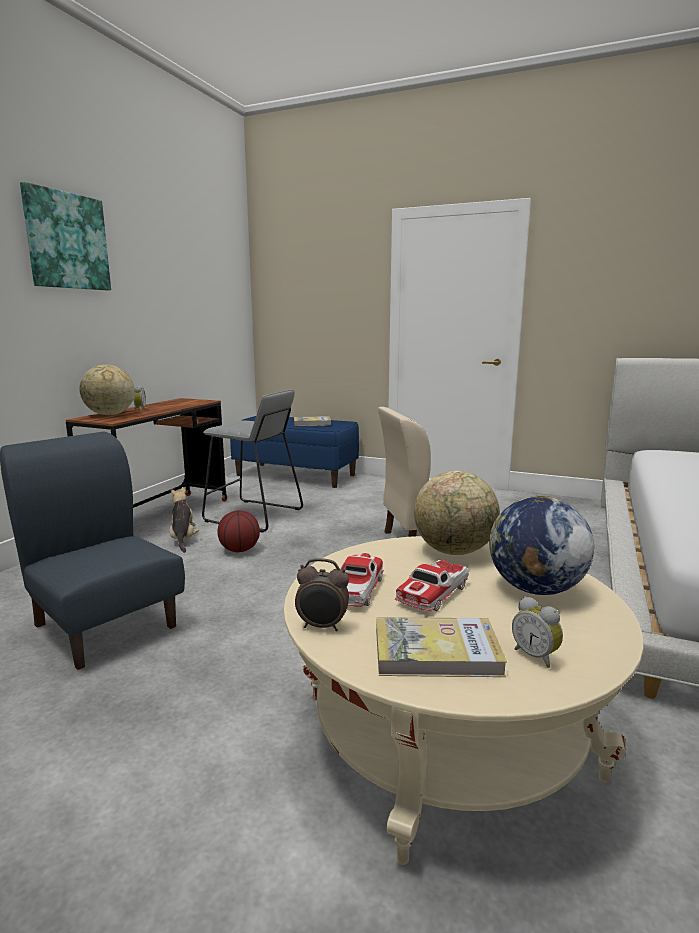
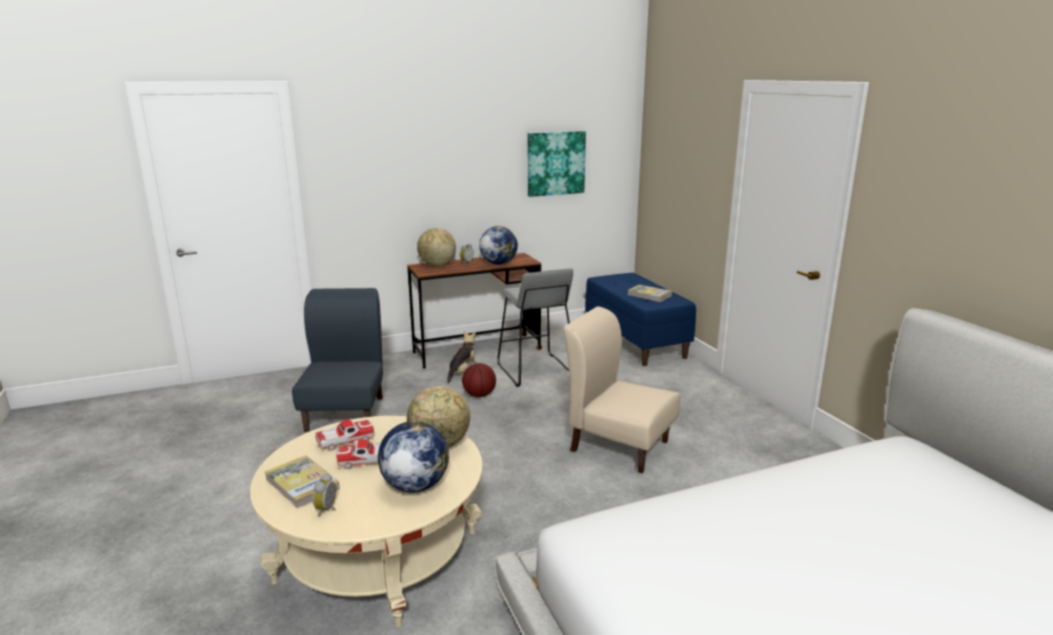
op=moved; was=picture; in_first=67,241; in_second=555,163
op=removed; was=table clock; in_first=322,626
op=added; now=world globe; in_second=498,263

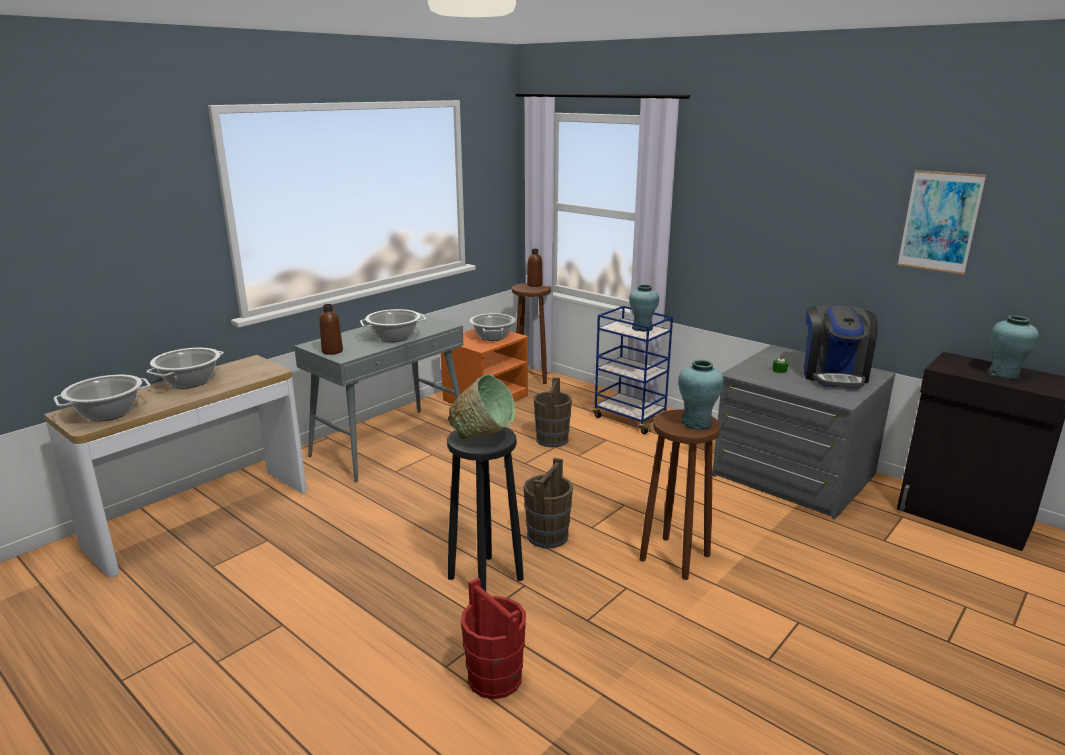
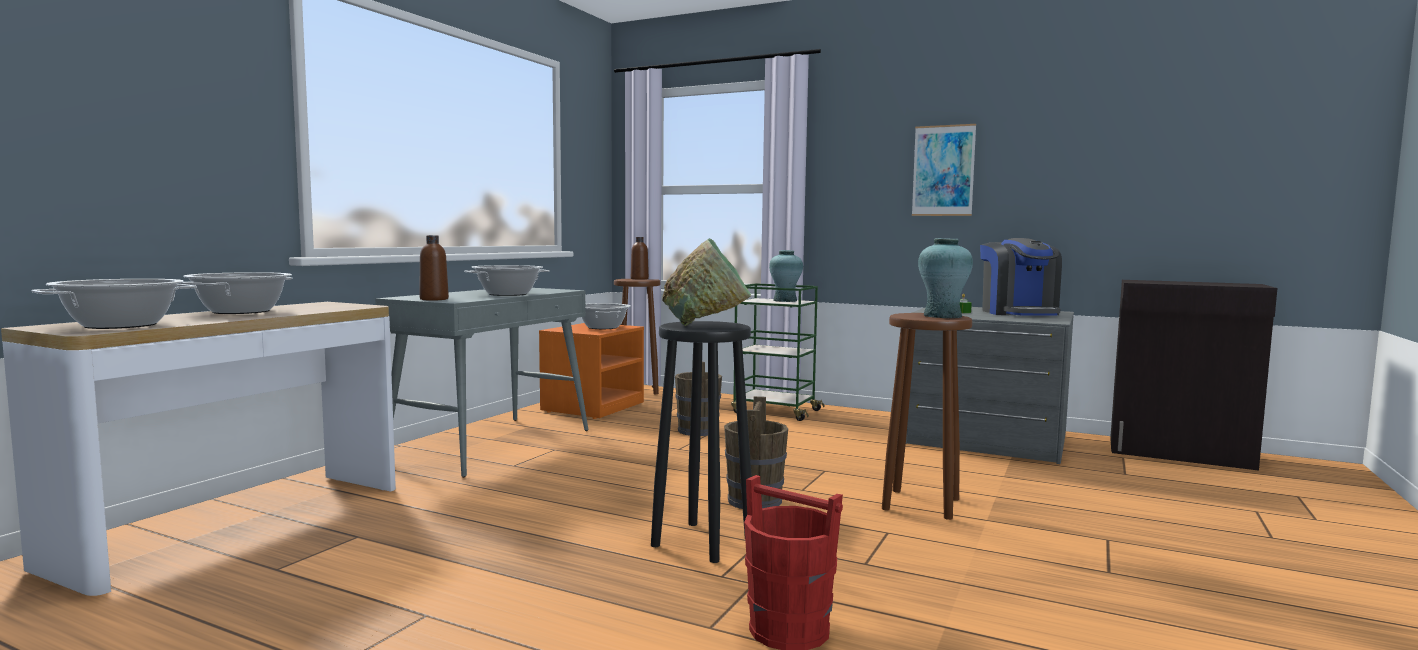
op=moved; was=picture; in_first=940,221; in_second=943,170
op=recoloured; was=blue-coloured trolley; now=green trolley; in_first=630,418; in_second=775,411
op=removed; was=turquoise-coloured vase; in_first=1003,374

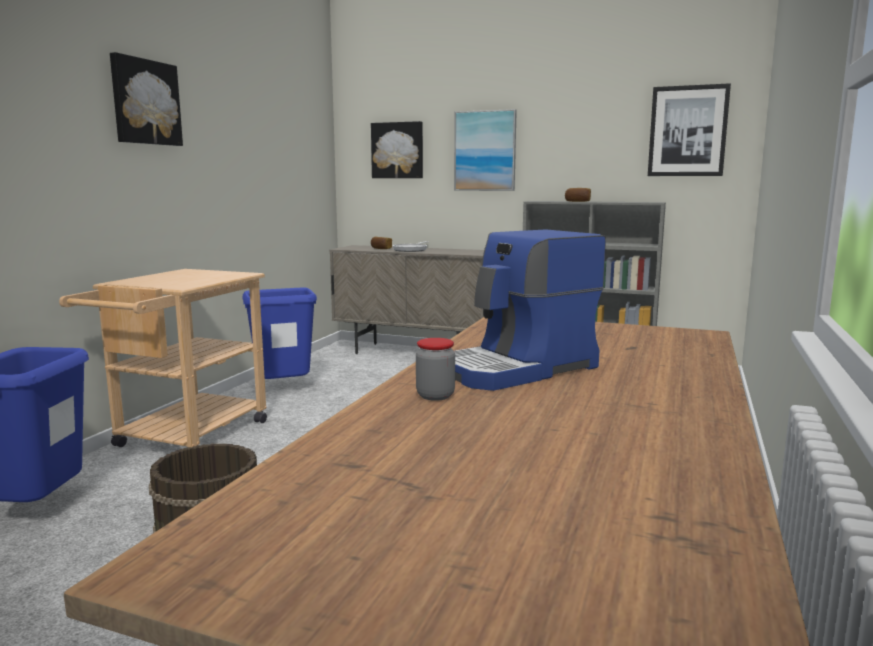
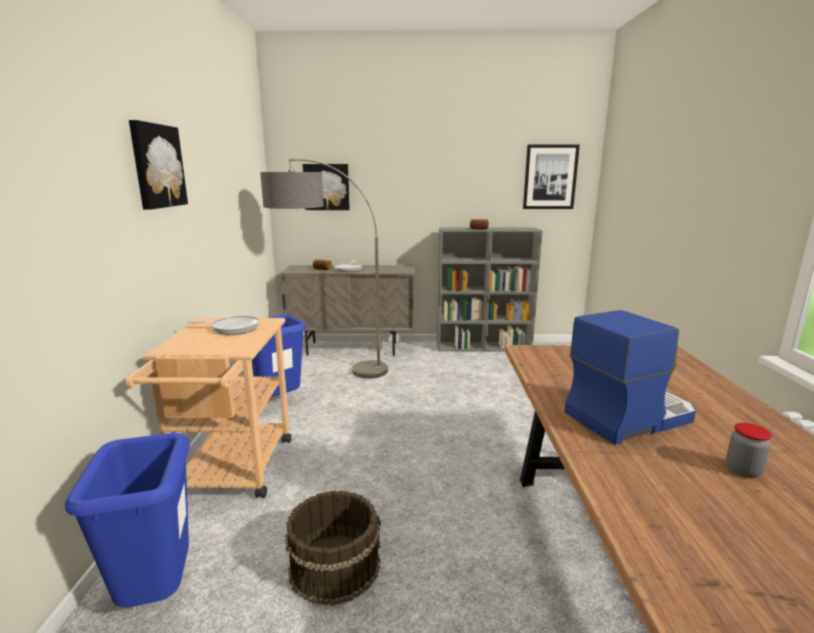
op=removed; was=picture; in_first=485,151
op=turned; was=coffee brewer; in_first=519,369; in_second=628,416; clockwise=-150
op=moved; was=storage jar; in_first=435,396; in_second=743,470
op=added; now=standard lamp; in_second=326,371
op=added; now=pan; in_second=232,328

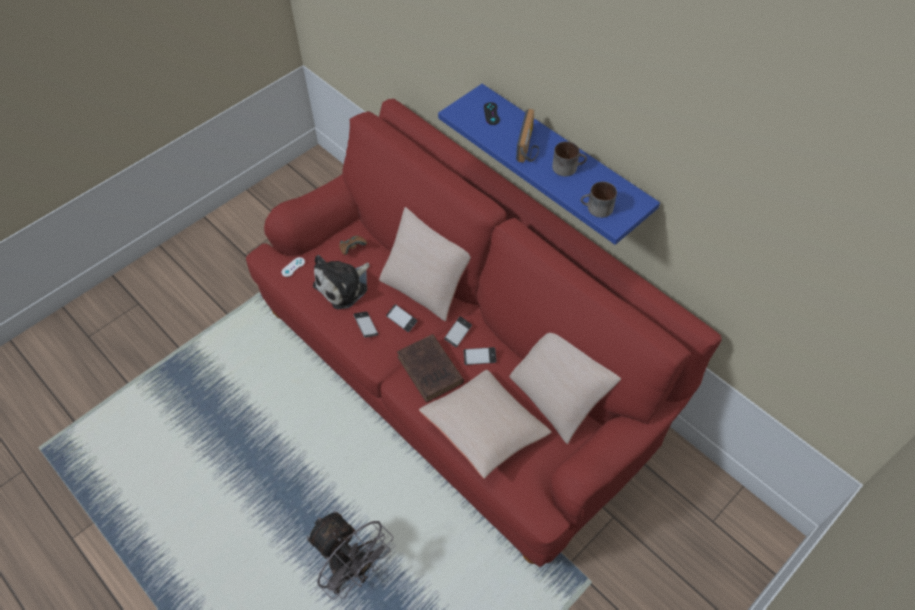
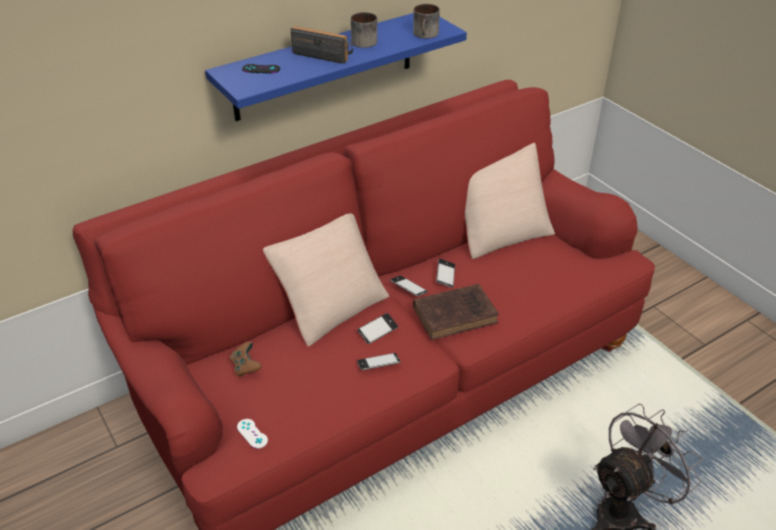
op=removed; was=soft toy; in_first=344,286
op=removed; was=beige pillow; in_first=485,430

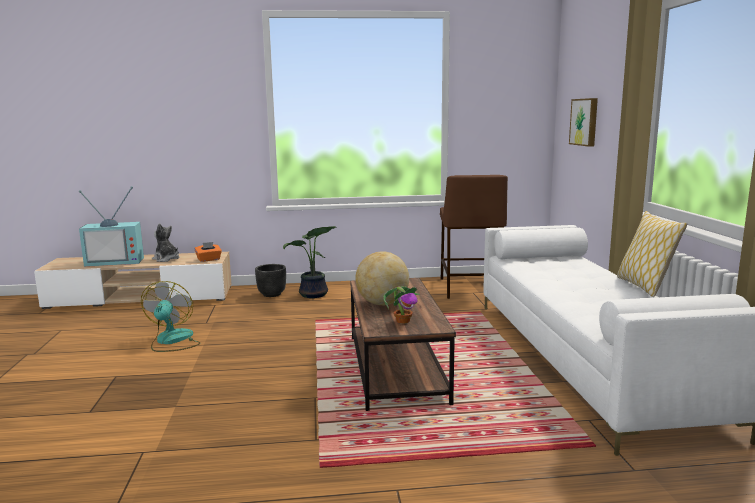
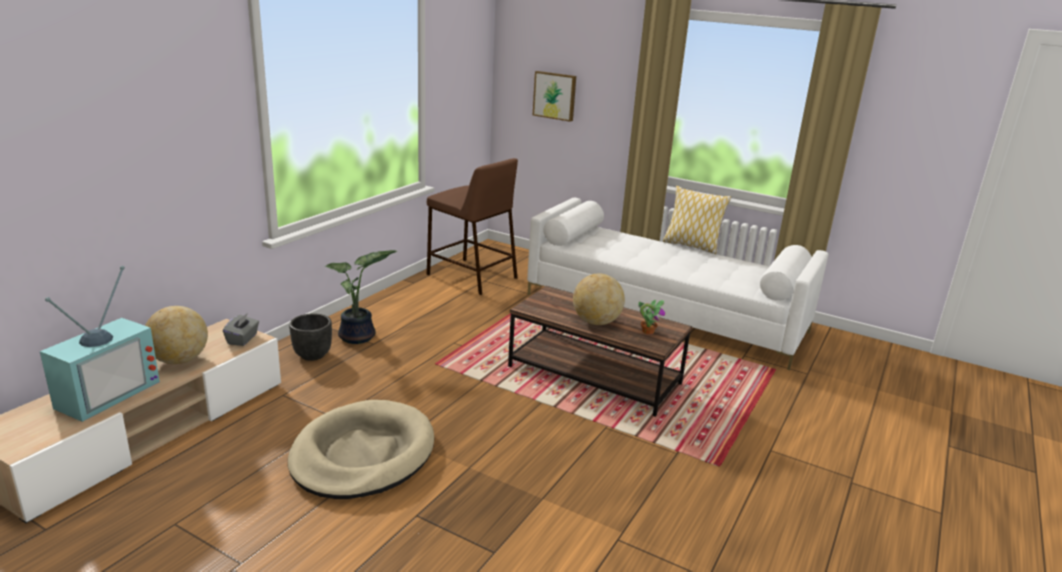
op=replaced; was=soft toy; now=world globe; in_first=166,259; in_second=179,360
op=recoloured; was=orange tissue holder; now=gray tissue holder; in_first=209,259; in_second=243,339
op=replaced; was=cooling fan; now=beige pet bed; in_first=172,341; in_second=362,454

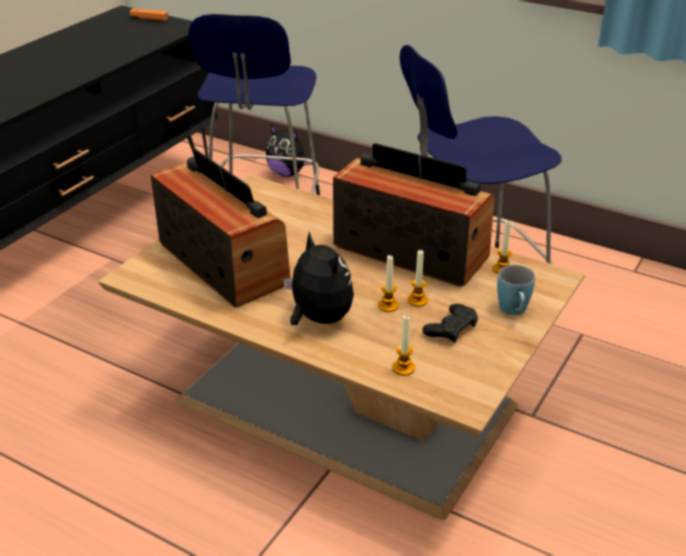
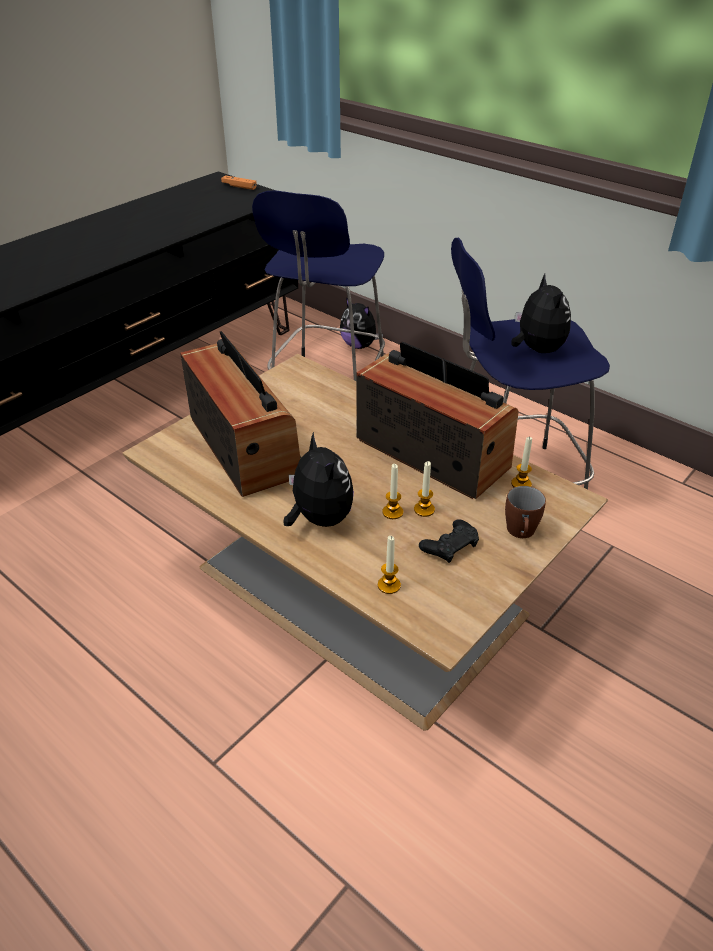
op=recoloured; was=blue-coloured mug; now=brown-coloured mug; in_first=514,311; in_second=521,534
op=added; now=soft toy; in_second=536,349

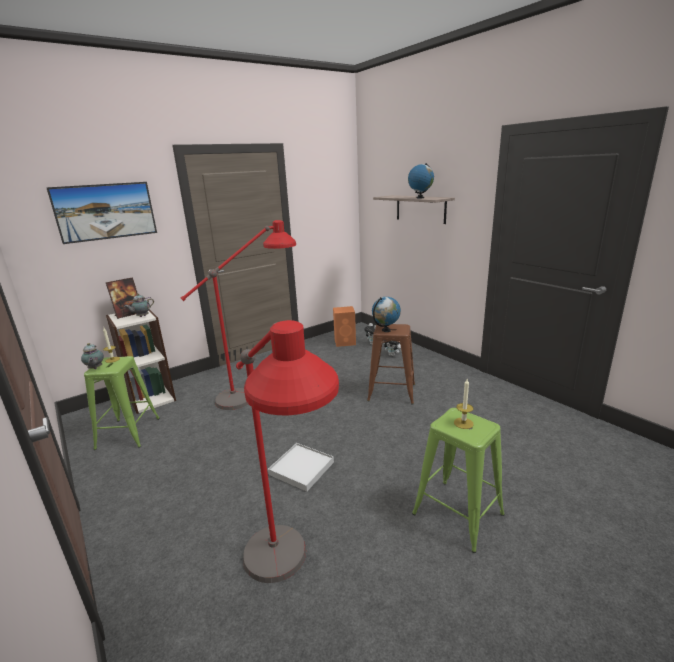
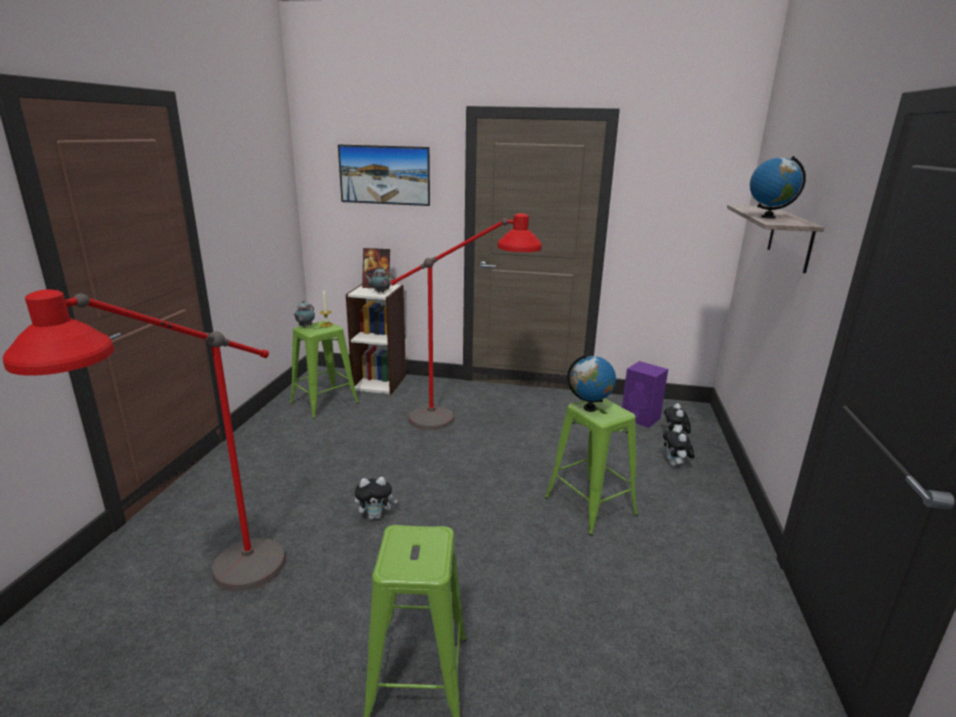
op=recoloured; was=orange loudspeaker; now=purple-coloured loudspeaker; in_first=345,342; in_second=641,418
op=recoloured; was=brown-coloured stool; now=green stool; in_first=391,392; in_second=589,505
op=removed; was=candle; in_first=463,423
op=replaced; was=whitish tray; now=soft toy; in_first=301,468; in_second=376,516

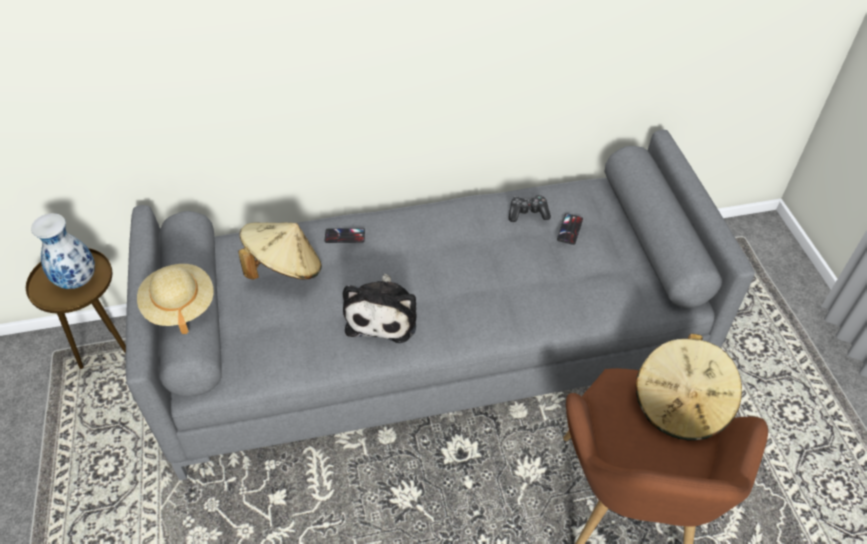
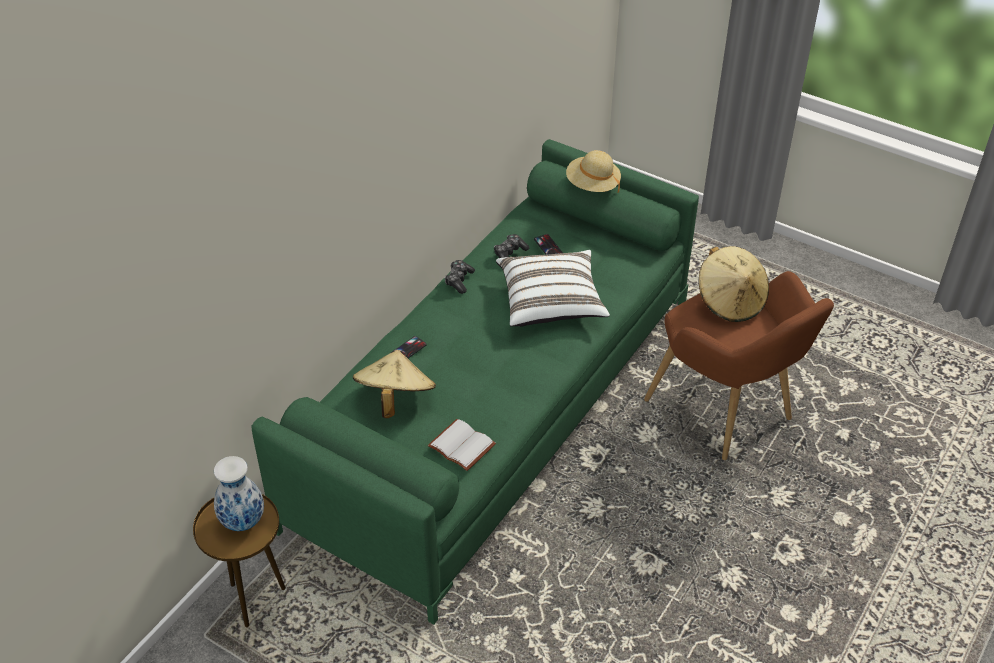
op=recoloured; was=gray sofa; now=green sofa; in_first=434,346; in_second=497,409
op=moved; was=beige hat; in_first=179,306; in_second=592,185
op=removed; was=soft toy; in_first=383,314
op=added; now=whitish pillow; in_second=550,302
op=added; now=gamepad; in_second=459,280
op=added; now=whitish volume; in_second=460,446

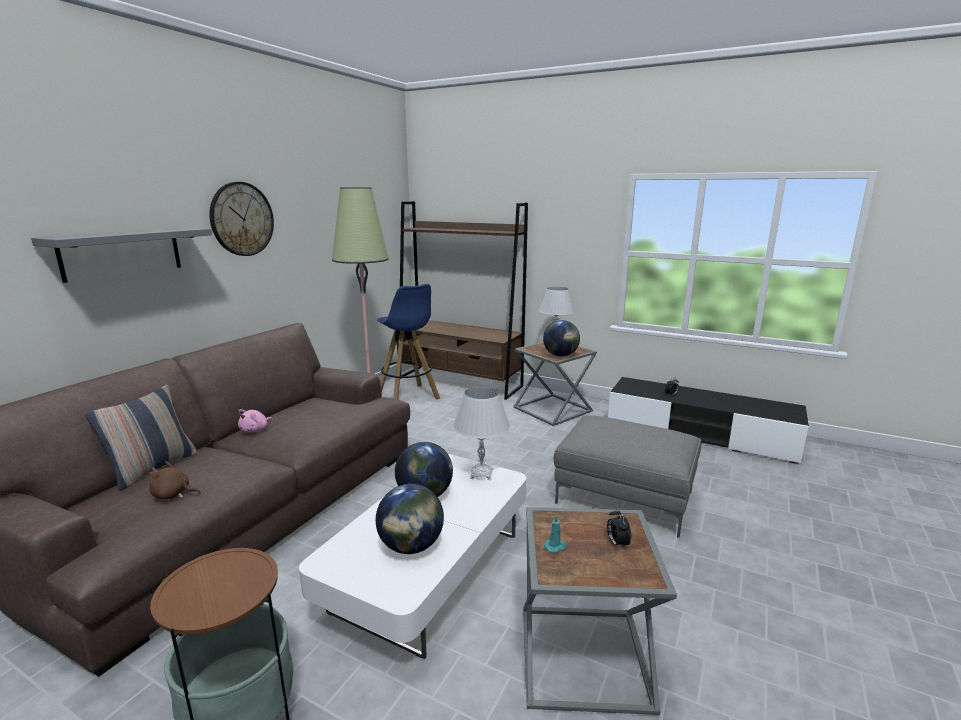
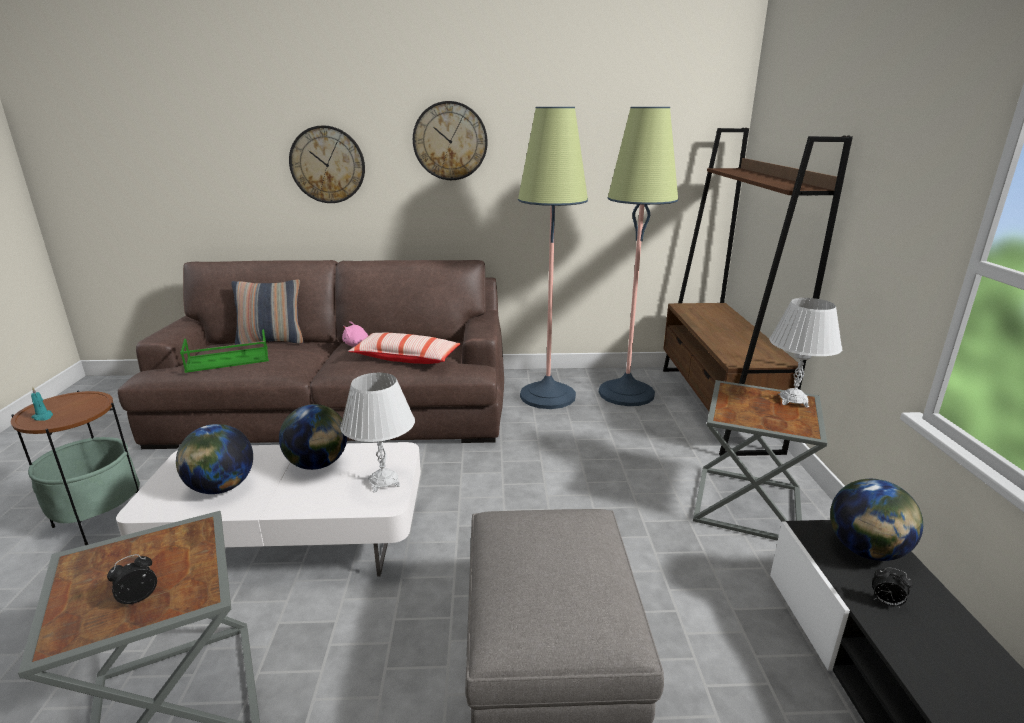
op=replaced; was=gray shelf; now=wall clock; in_first=122,253; in_second=327,165
op=replaced; was=blue-coloured stool; now=standard lamp; in_first=408,397; in_second=626,393
op=moved; was=world globe; in_first=560,355; in_second=866,551
op=replaced; was=brown-coloured soft toy; now=green tray; in_first=173,495; in_second=227,360
op=moved; was=turquoise-coloured candle; in_first=555,547; in_second=43,417
op=added; now=pillow; in_second=406,358

